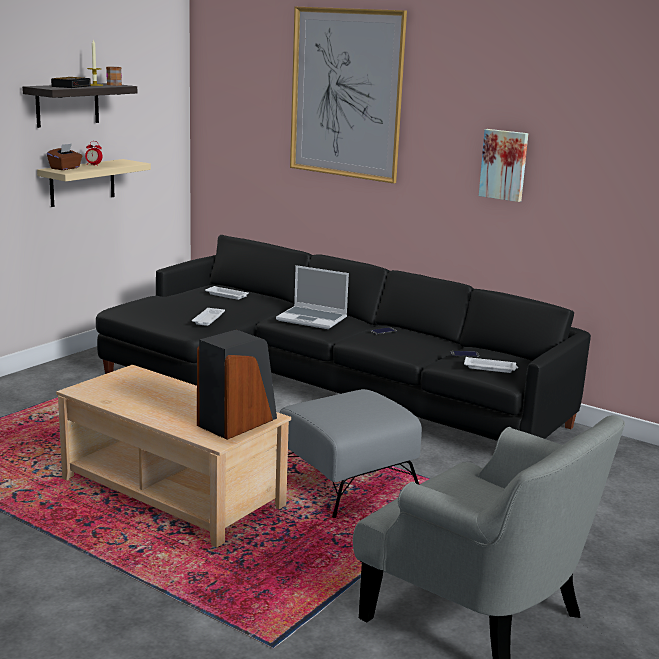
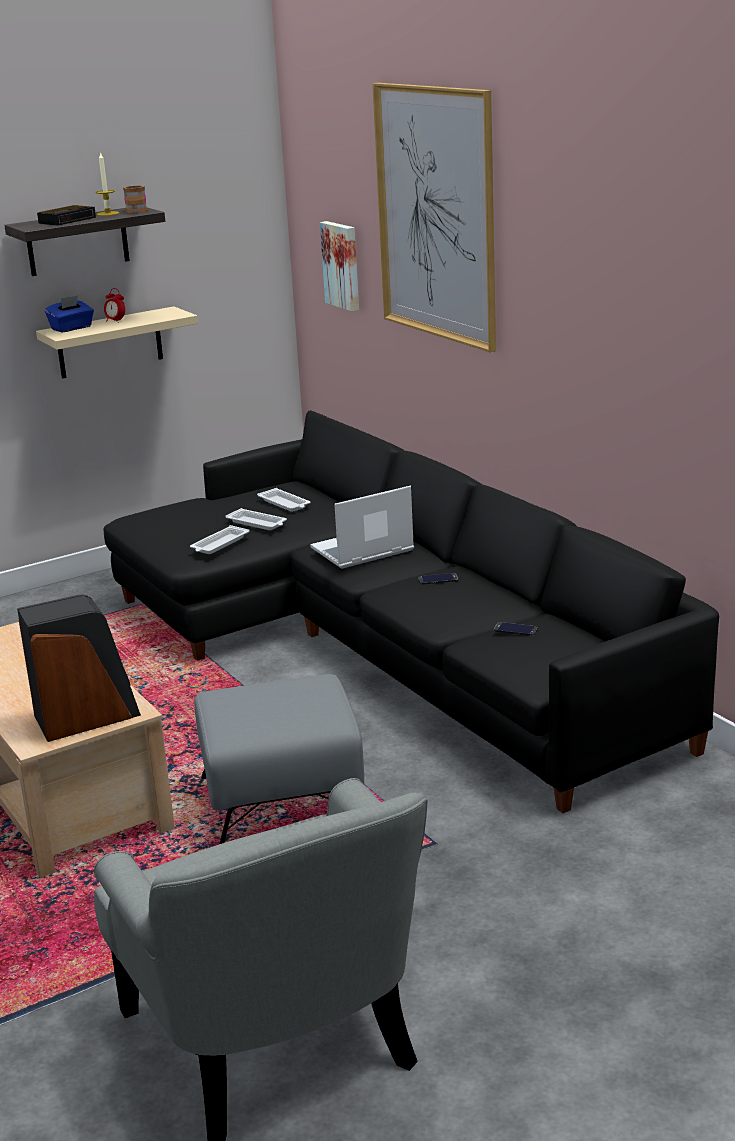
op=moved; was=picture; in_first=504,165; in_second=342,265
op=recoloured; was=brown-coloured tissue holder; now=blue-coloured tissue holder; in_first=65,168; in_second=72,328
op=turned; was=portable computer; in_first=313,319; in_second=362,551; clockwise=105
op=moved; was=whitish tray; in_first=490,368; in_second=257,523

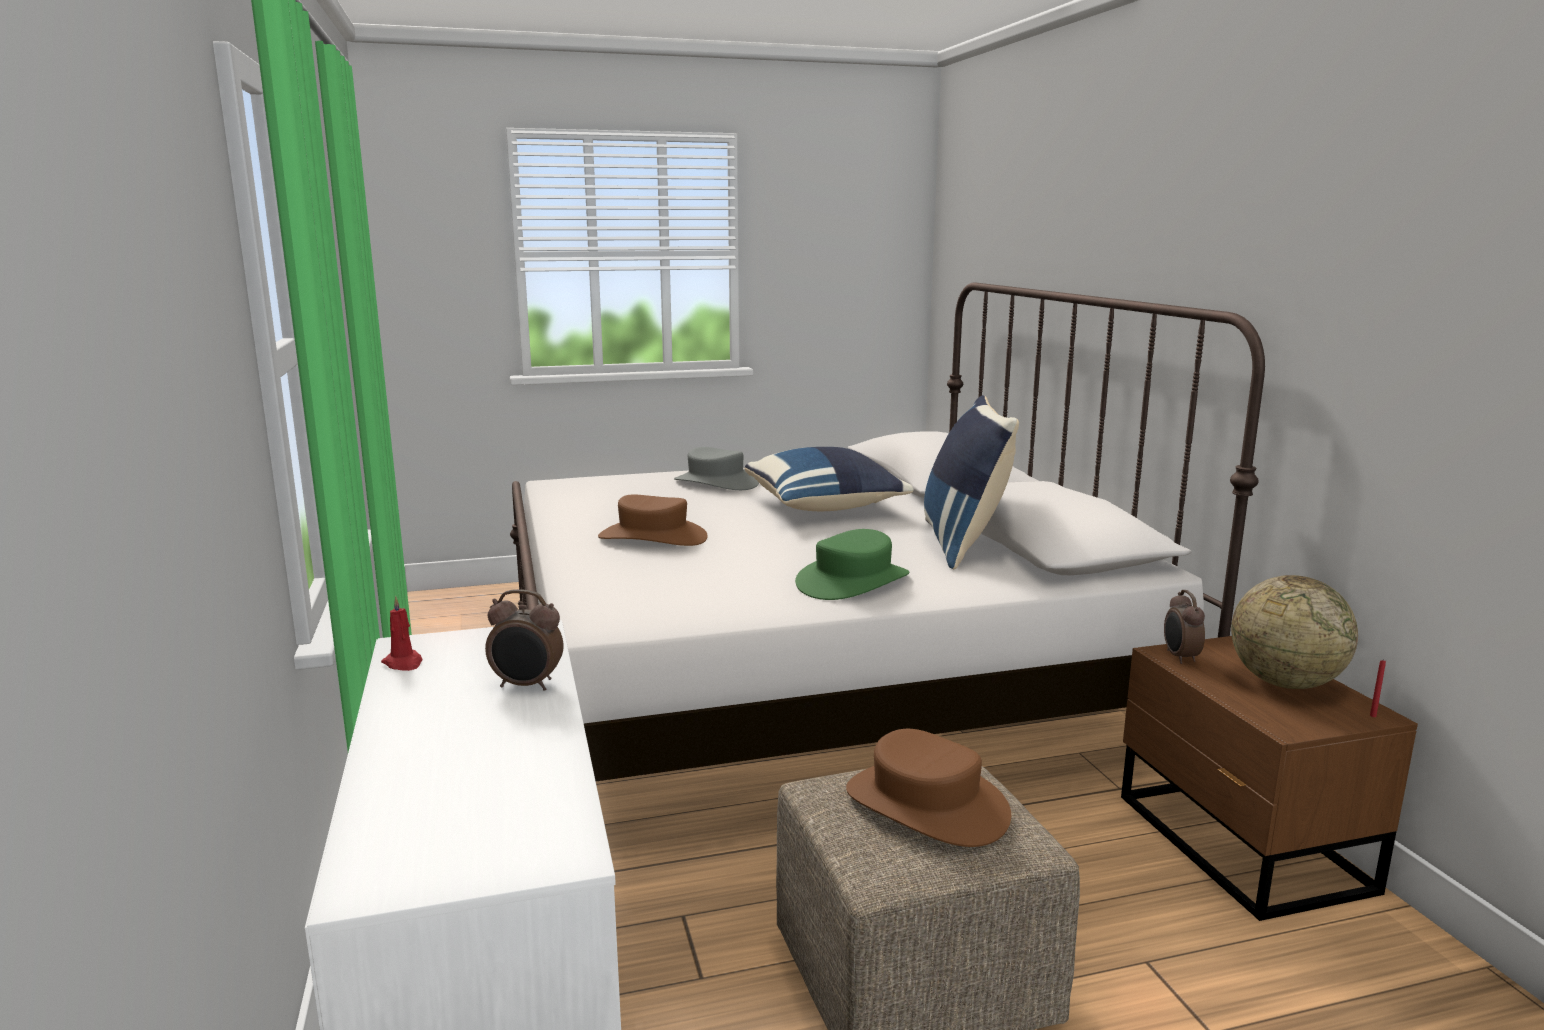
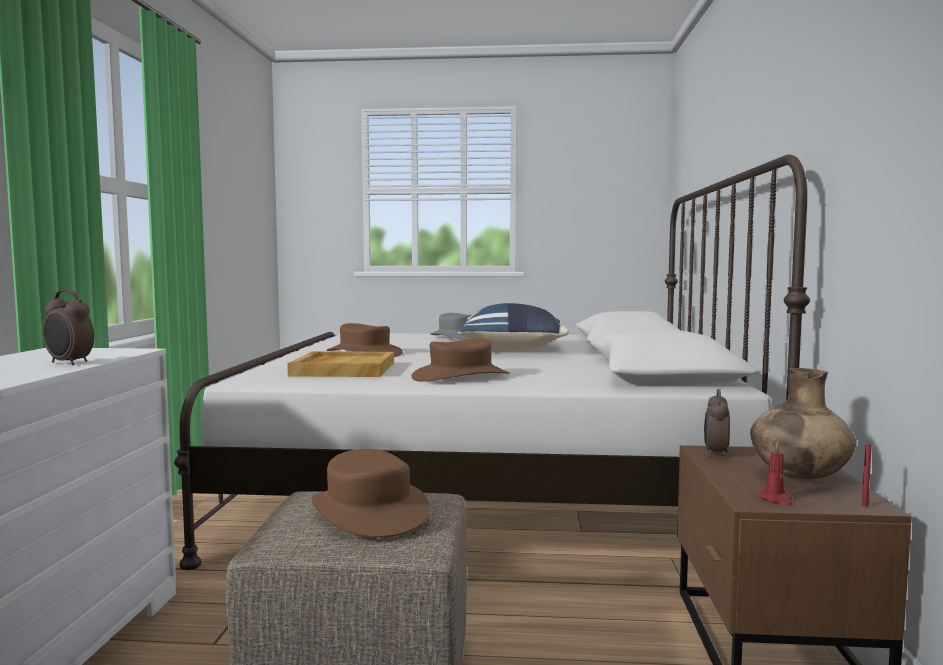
op=removed; was=blue-coloured pillow; in_first=965,544
op=recoloured; was=green hat; now=brown-coloured hat; in_first=853,581; in_second=460,376
op=replaced; was=world globe; now=brown-coloured vase; in_first=1284,683; in_second=798,477
op=moved; was=red candle; in_first=403,663; in_second=776,500
op=added; now=beige tray; in_second=343,369

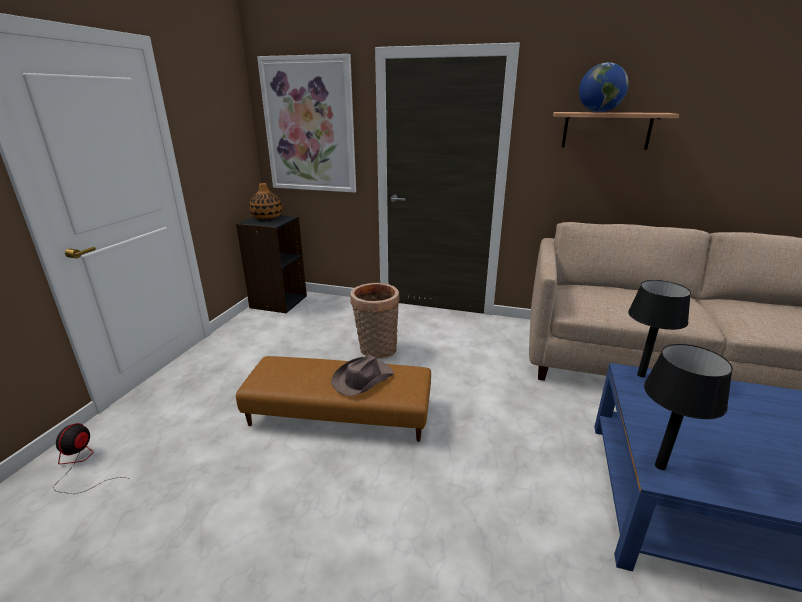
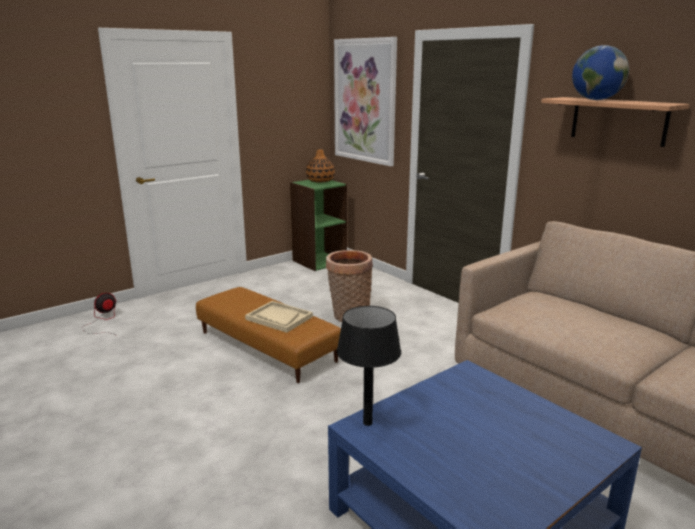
op=recoloured; was=black-coloured bookshelf; now=green bookshelf; in_first=278,301; in_second=319,261
op=removed; was=black-coloured tabletop lamp; in_first=641,375
op=replaced; was=brown-coloured hat; now=beige tray; in_first=362,379; in_second=279,318

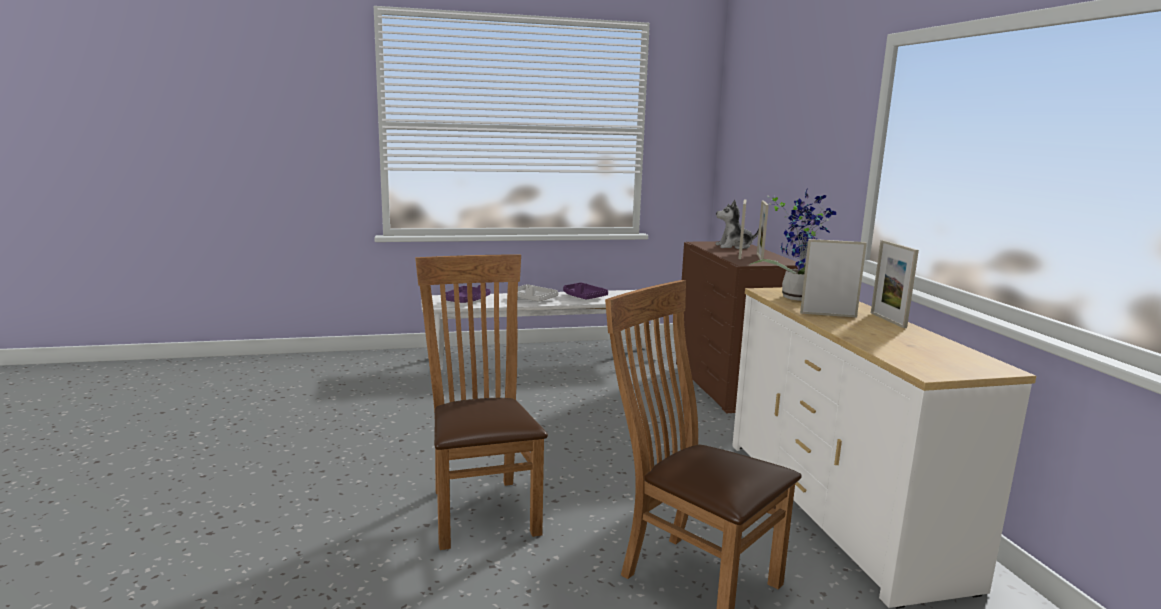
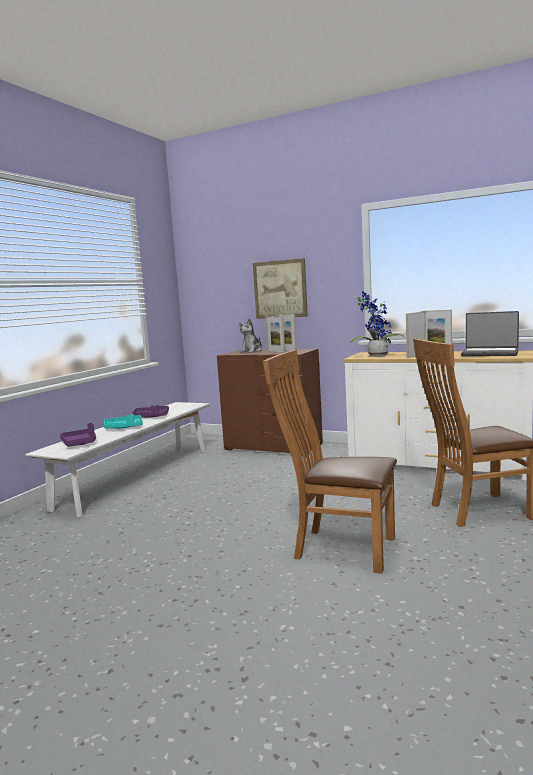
op=recoloured; was=gray tray; now=turquoise-coloured tray; in_first=533,299; in_second=124,427
op=added; now=picture; in_second=280,289
op=added; now=portable computer; in_second=490,353

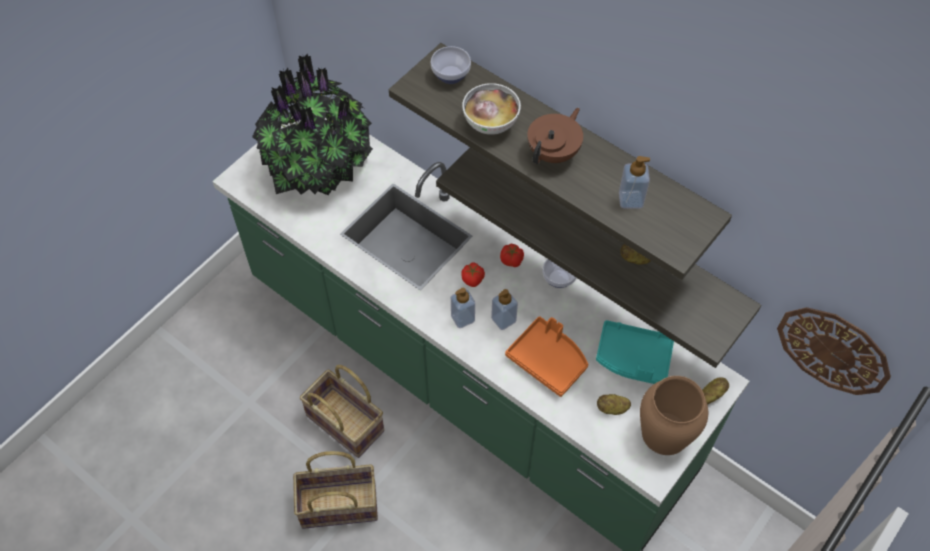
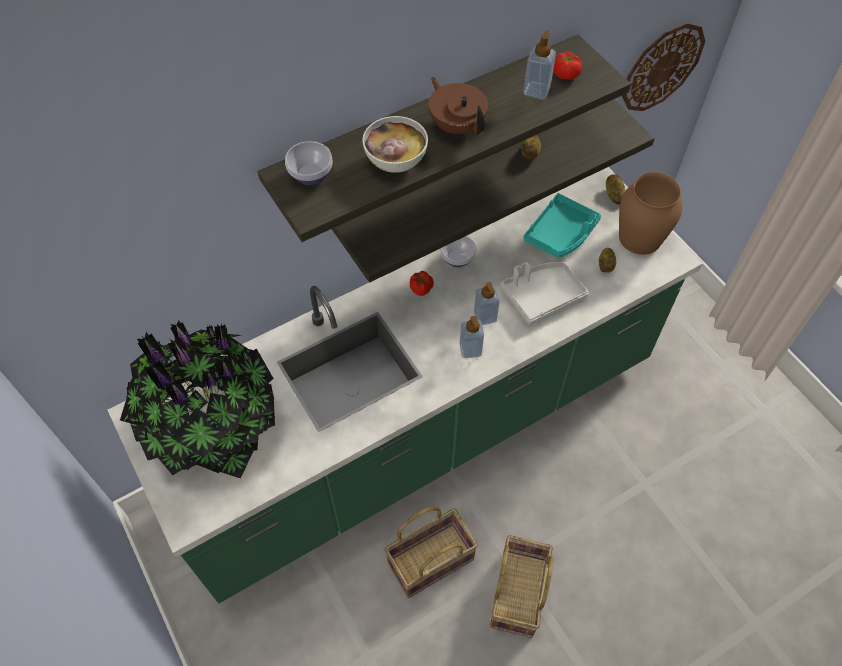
op=moved; was=tomato; in_first=473,279; in_second=565,75
op=recoloured; was=orange tray; now=gray tray; in_first=548,360; in_second=542,296

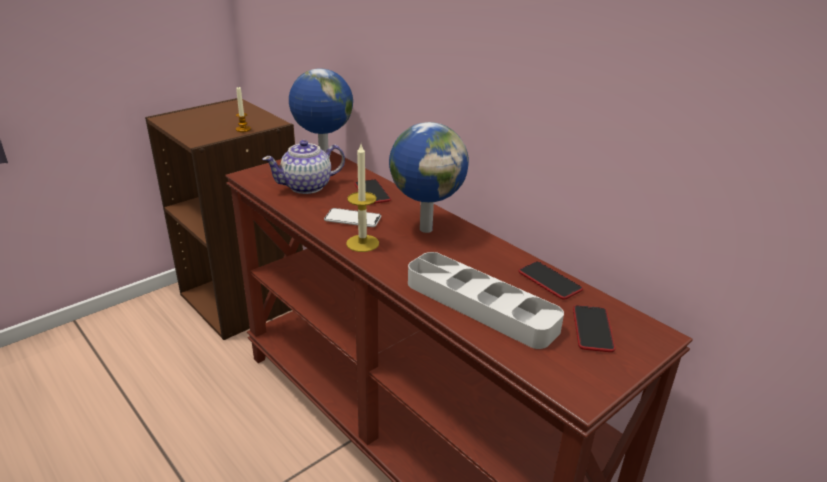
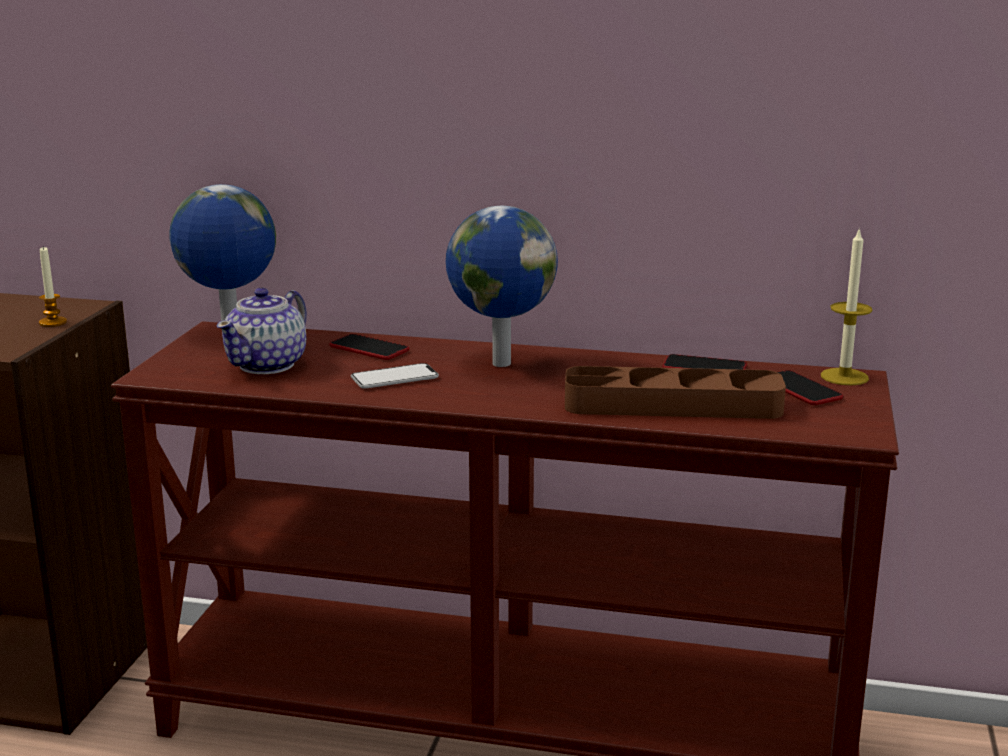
op=moved; was=candle; in_first=362,243; in_second=844,377
op=recoloured; was=gray tray; now=brown-coloured tray; in_first=480,305; in_second=672,405

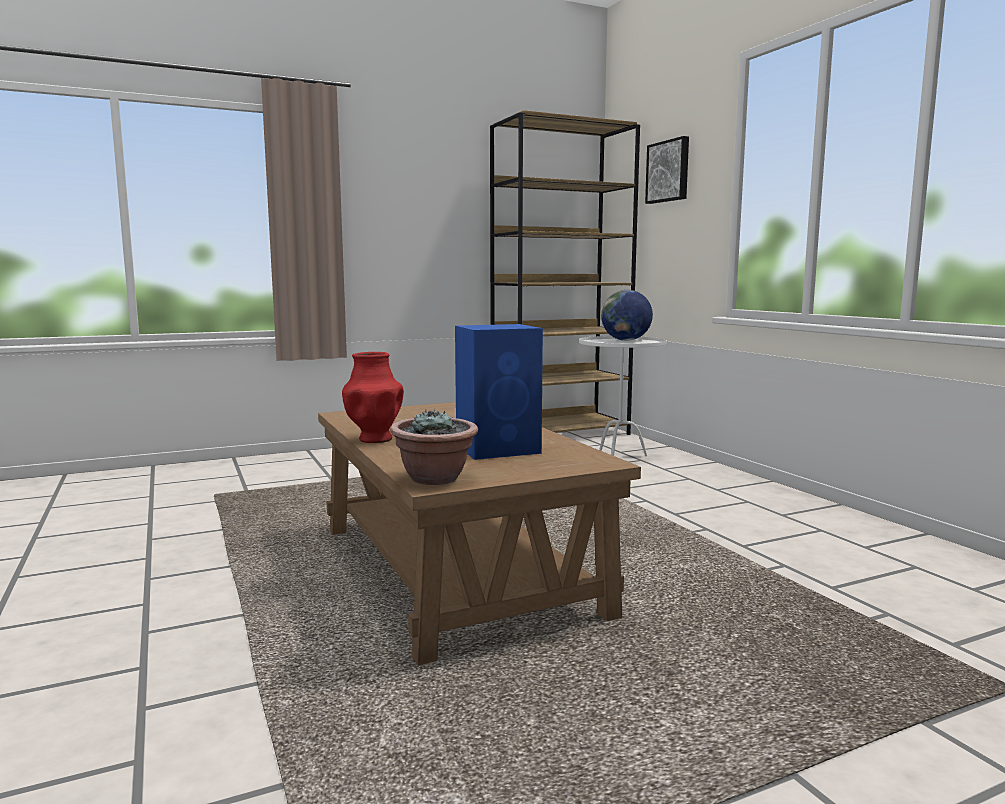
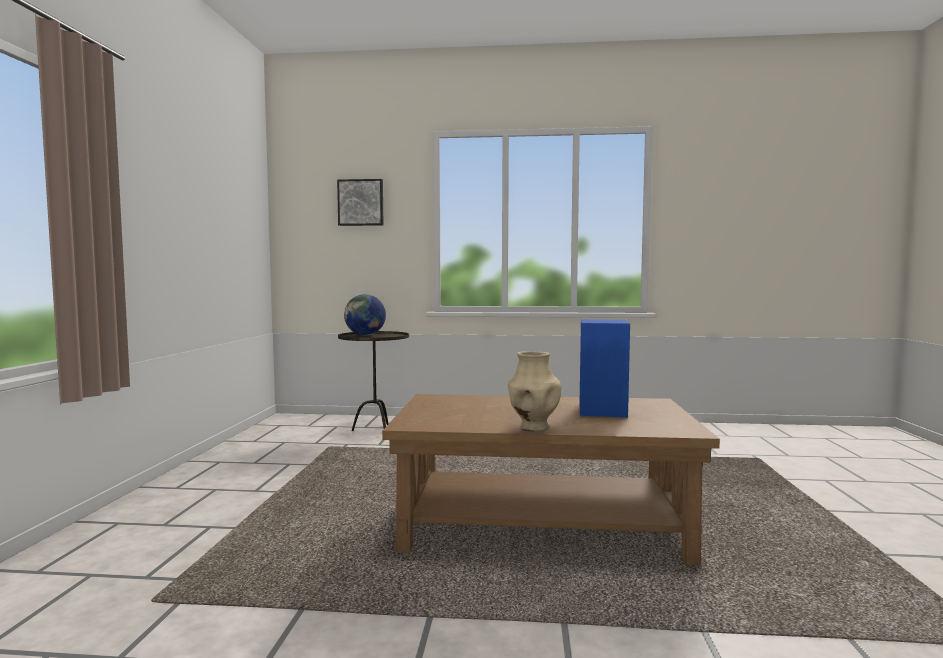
op=removed; was=brown-coloured bookshelf; in_first=560,434
op=recoloured; was=whitish accent table; now=brown-coloured accent table; in_first=619,456; in_second=375,430
op=recoloured; was=red vase; now=beige vase; in_first=374,439; in_second=533,428
op=removed; was=plant in a pot; in_first=435,479

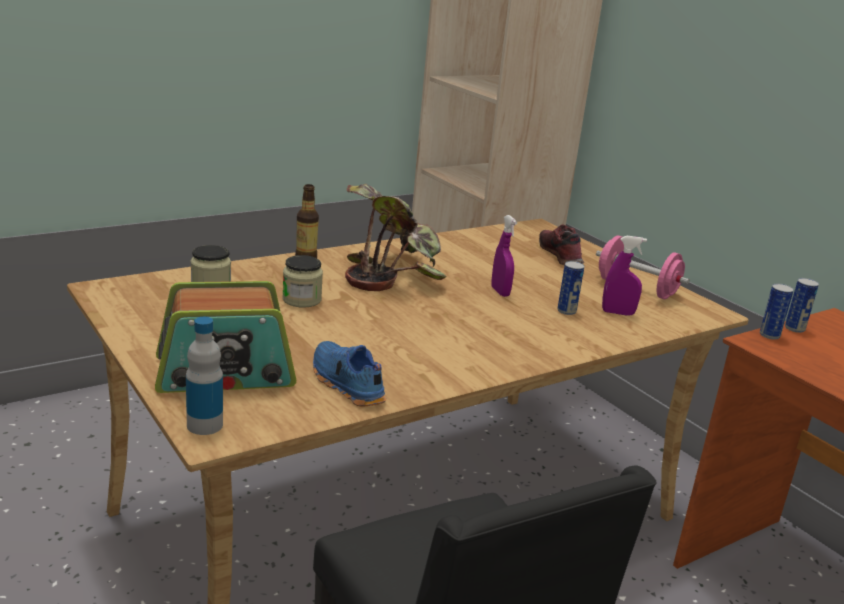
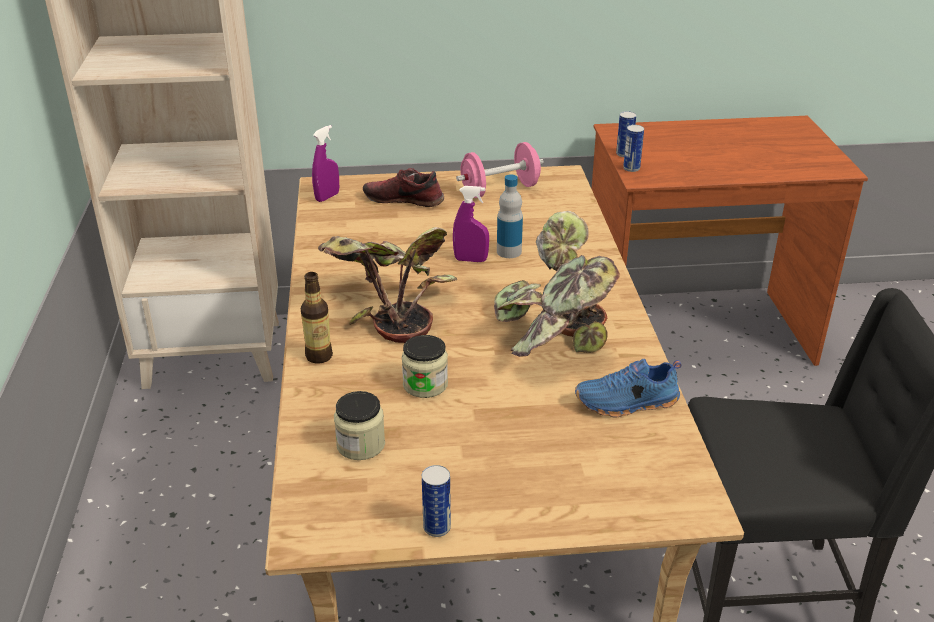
op=moved; was=purple-coloured sprayer; in_first=618,313; in_second=327,197
op=moved; was=metal can; in_first=566,311; in_second=437,527
op=removed; was=radio; in_first=225,373
op=moved; was=drink bottle; in_first=204,425; in_second=509,251
op=added; now=plant in a pot; in_second=552,339

